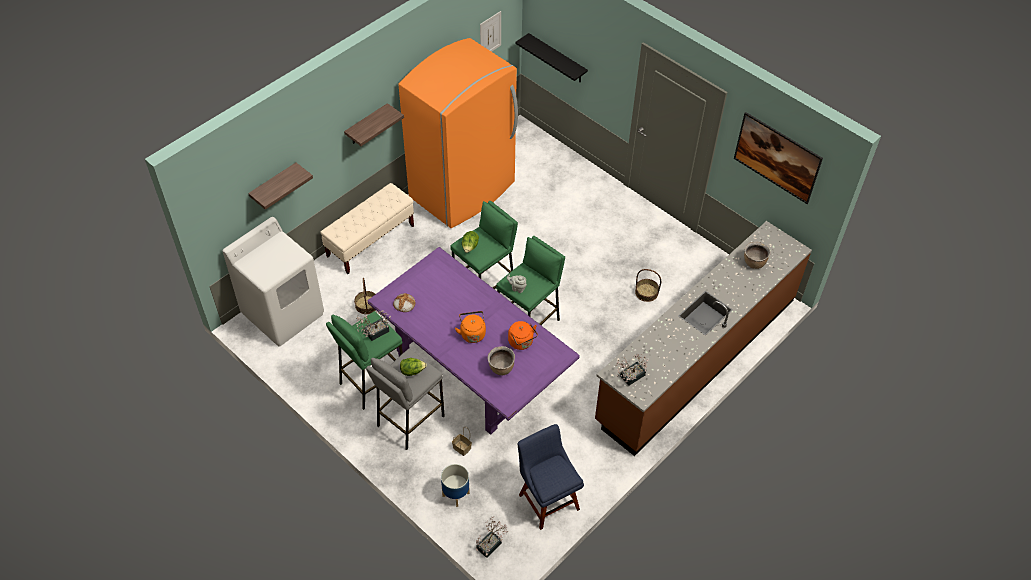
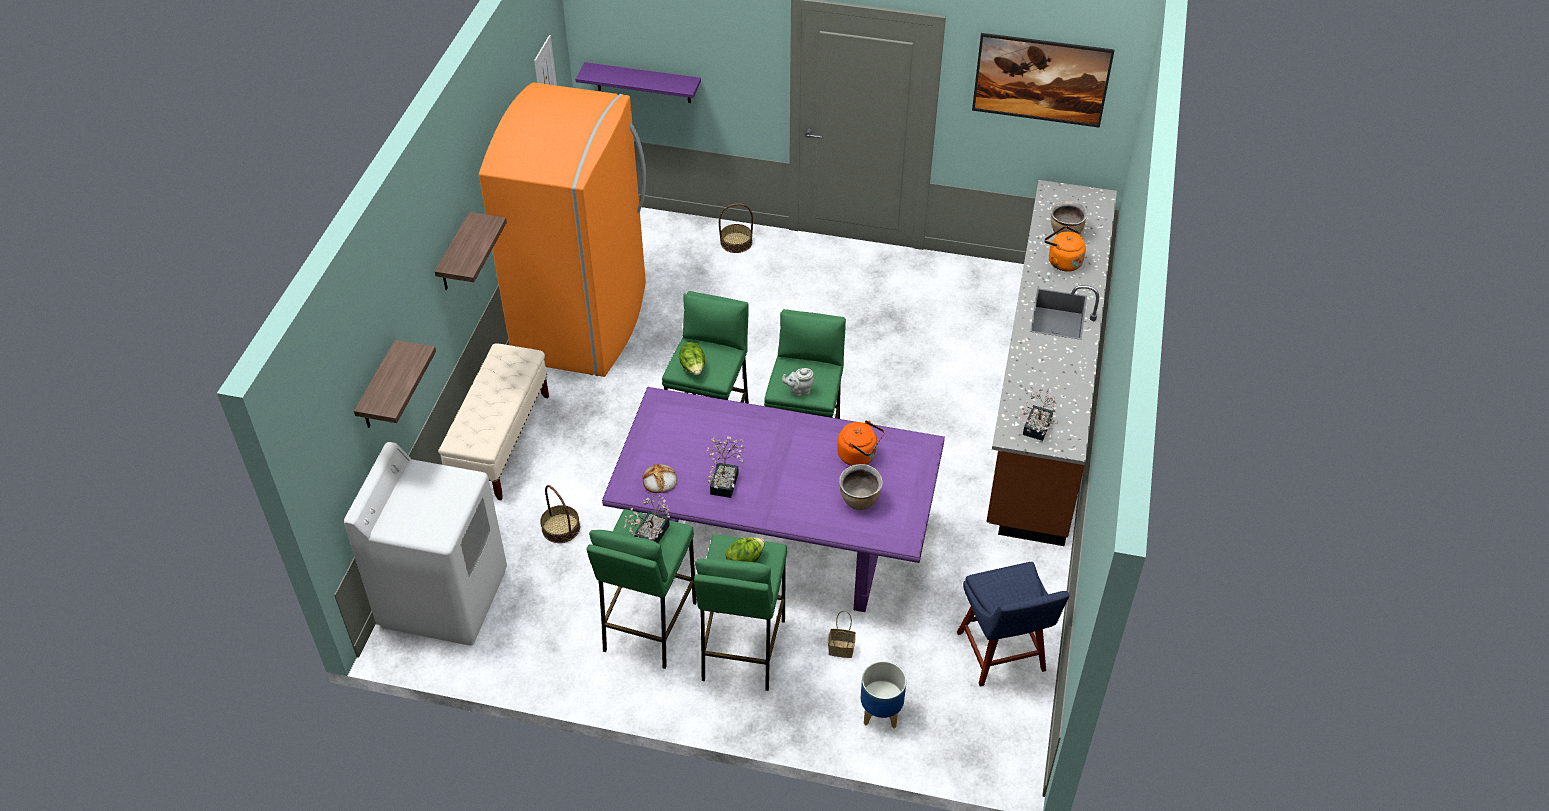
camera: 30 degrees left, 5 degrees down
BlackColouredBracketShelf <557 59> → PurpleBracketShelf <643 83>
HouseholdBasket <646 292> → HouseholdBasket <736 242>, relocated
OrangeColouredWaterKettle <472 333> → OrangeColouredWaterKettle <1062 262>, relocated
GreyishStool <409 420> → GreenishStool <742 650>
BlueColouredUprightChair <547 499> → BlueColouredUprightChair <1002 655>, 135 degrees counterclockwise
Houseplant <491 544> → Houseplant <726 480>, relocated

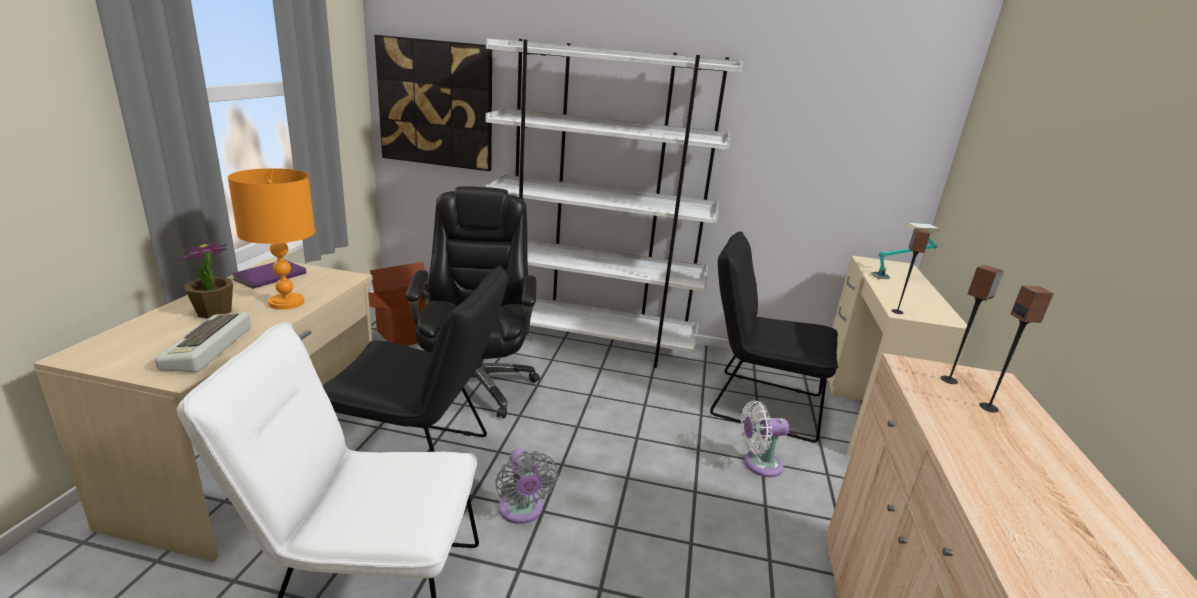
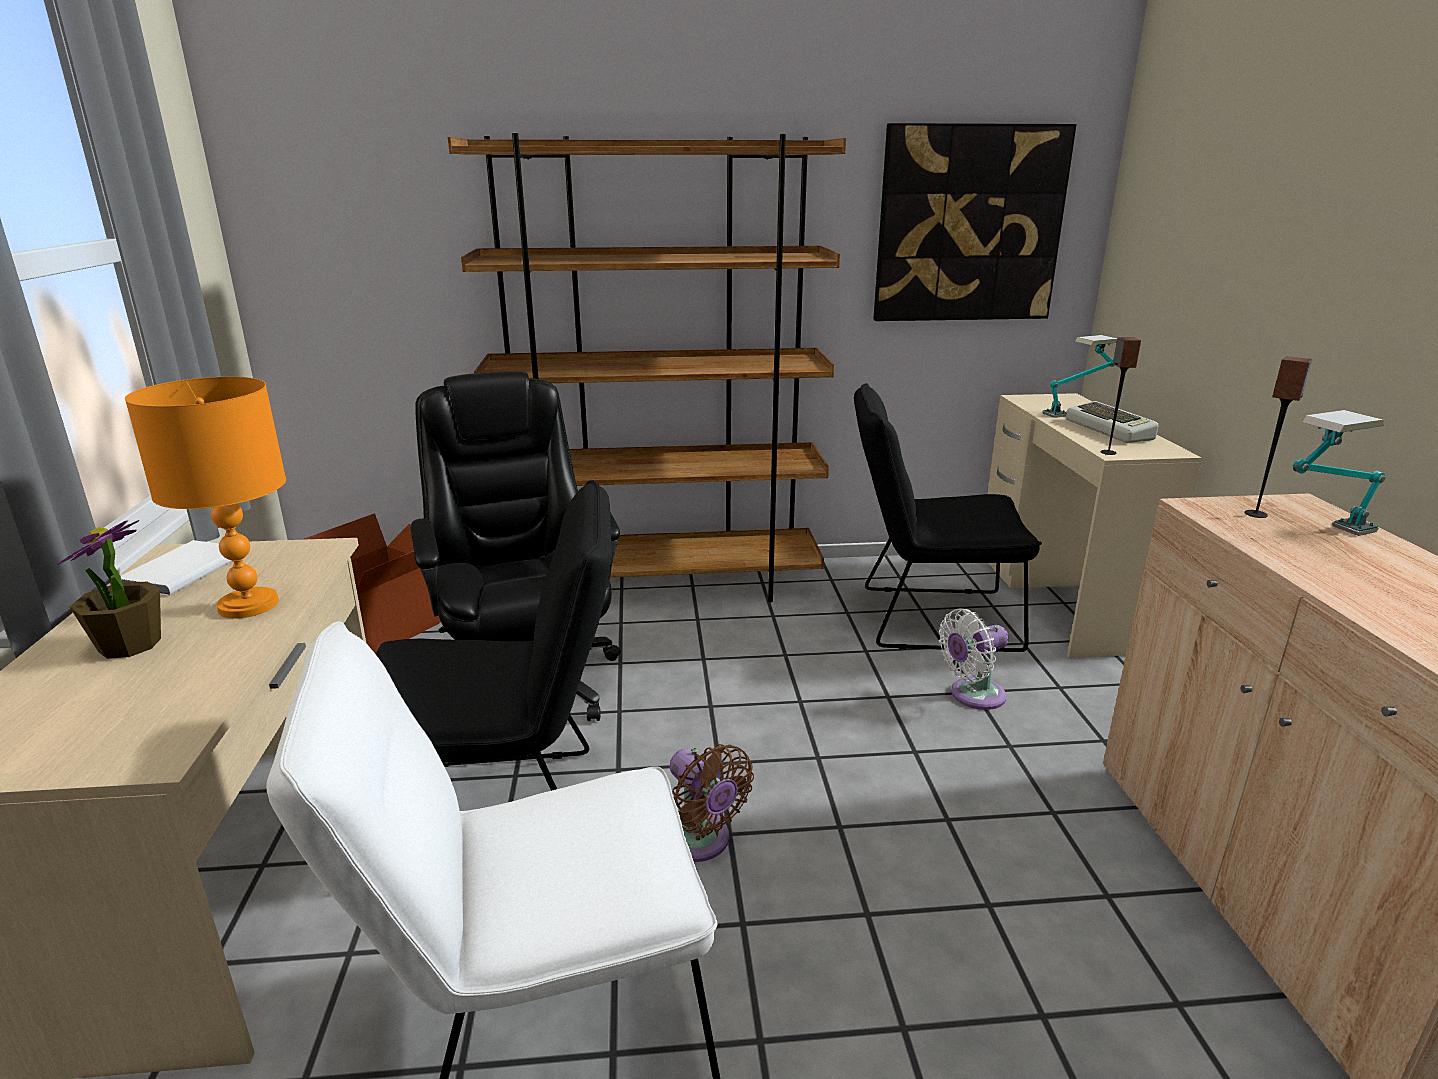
camera: 15 degrees left, 0 degrees up
WallPicture <436 104> → WallPicture <969 225>, relocated
WhiteColouredBookshelf <591 342> → BrownishBookshelf <663 586>
PurpleVolume <268 276> → WhiteColouredVolume <180 572>
Loudspeaker <989 407> → TabletopLamp <1322 535>
PcKeyboard <210 348> → PcKeyboard <1111 430>, relocated
GreyishCoolingFan <521 511> → BrownishCoolingFan <700 842>

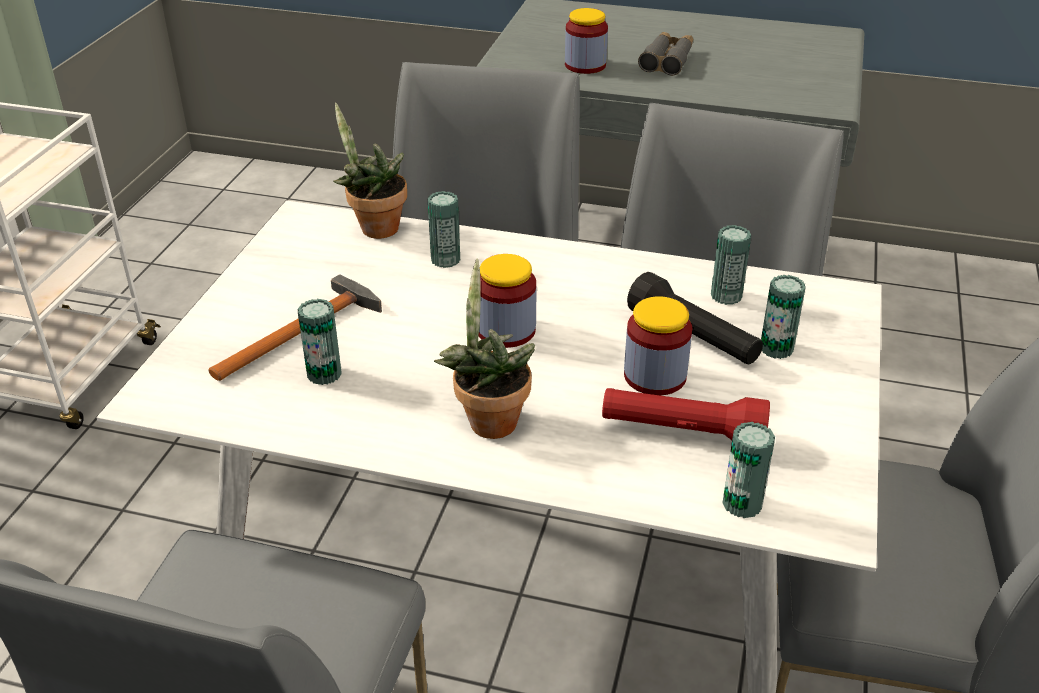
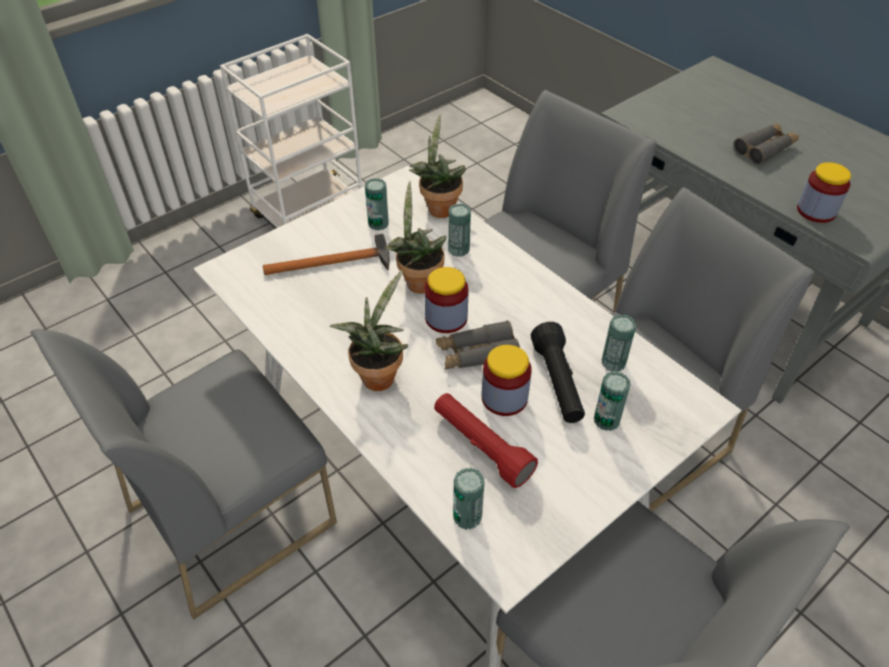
camera: 35 degrees right, 10 degrees up
PreserveJar <585 65> → PreserveJar <816 211>, relocated
Can <324 374> → Can <378 223>, relocated
- → Houseplant <418 281>
- → GreyishPairOfBinoculars <477 354>

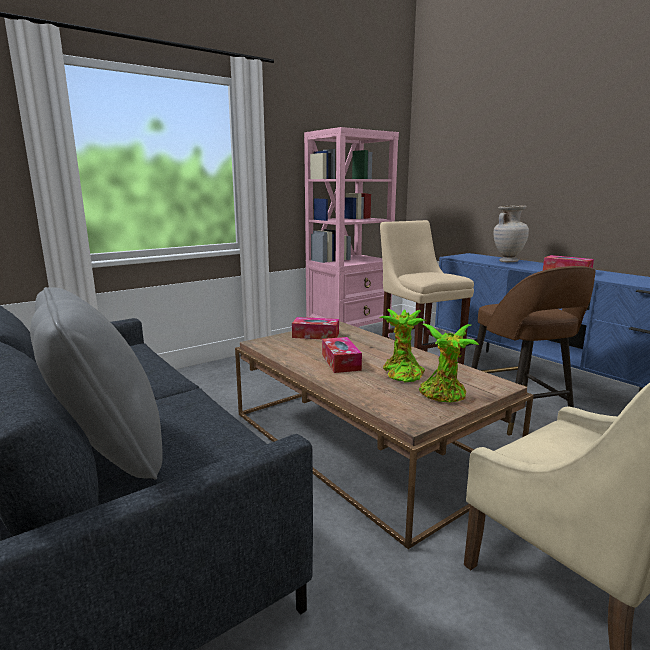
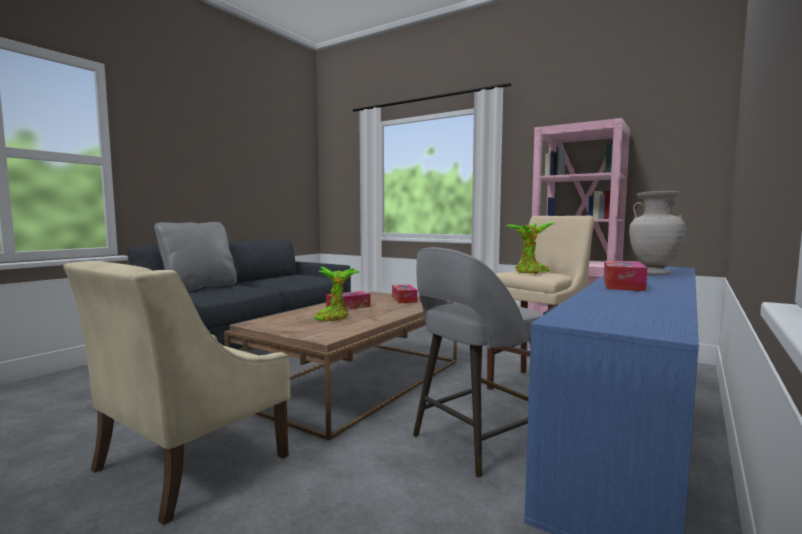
camera: 70 degrees right, 10 degrees down
BrownishStool <519 414> → GreyishStool <474 441>
Houseplant <444 396> → Houseplant <530 272>, relocated

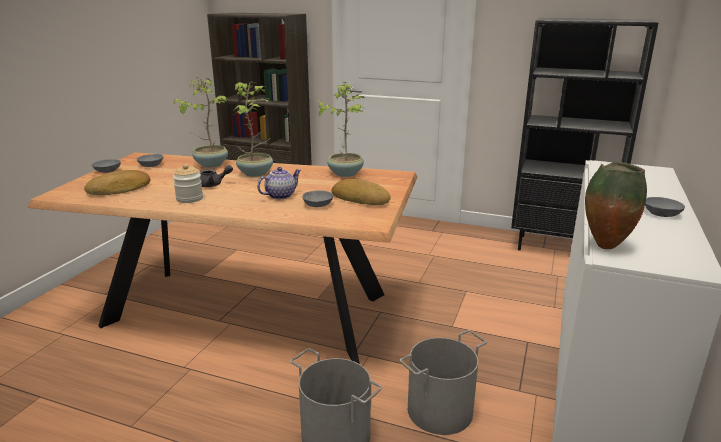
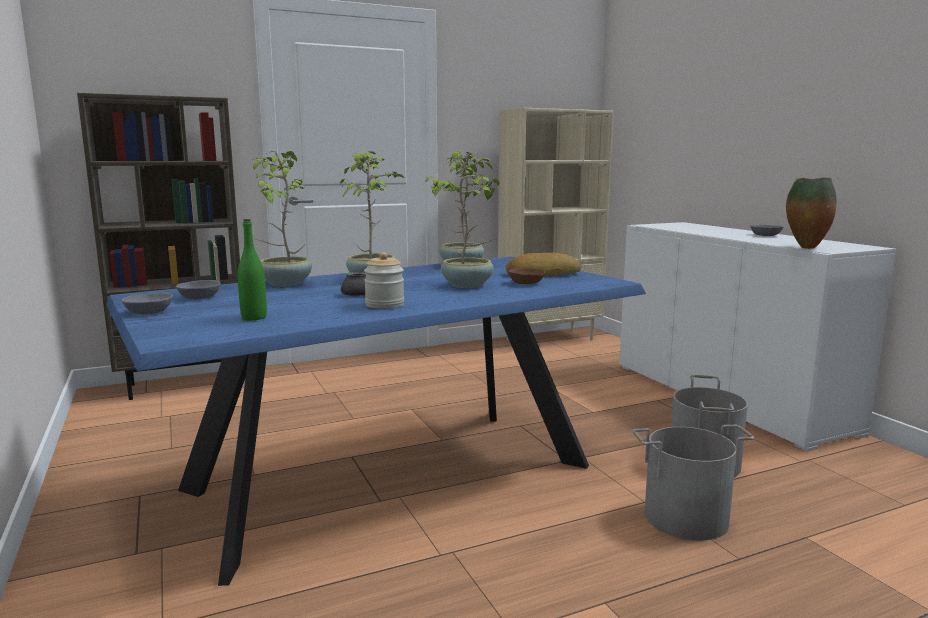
camera: 45 degrees left, 10 degrees down
BlackColouredBookshelf <559 248> → SandColouredBookshelf <549 339>
BrownishDiningTable <248 310> → BlueColouredDiningTable <391 478>
TeaPot <280 195> → Houseplant <468 285>
BakedBread <120 189> → GreenishBeverageBottle <254 317>
GreyishBowl <318 205> → BrownishBowl <527 283>

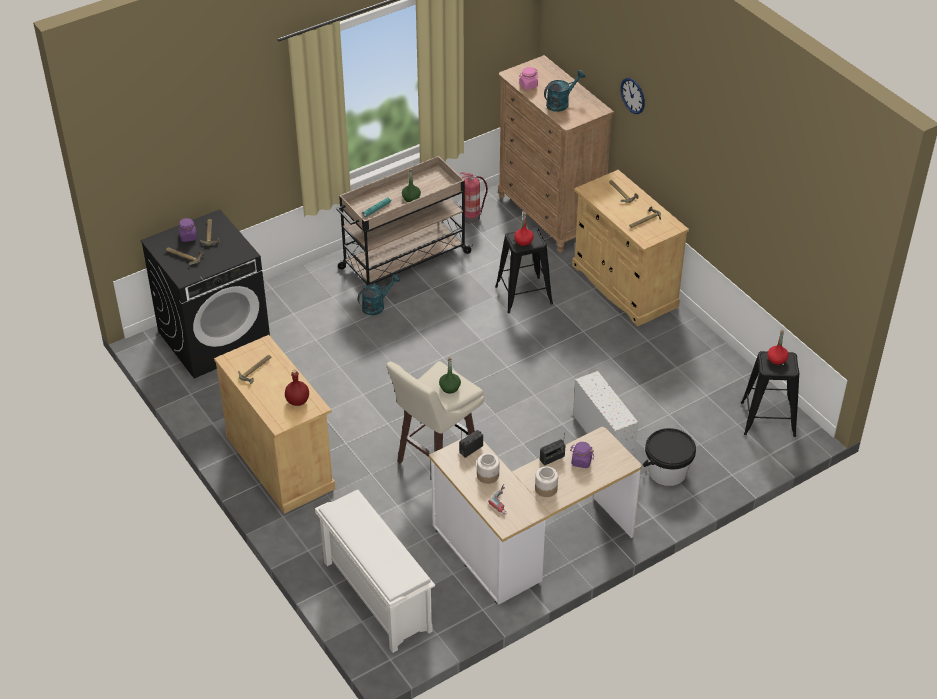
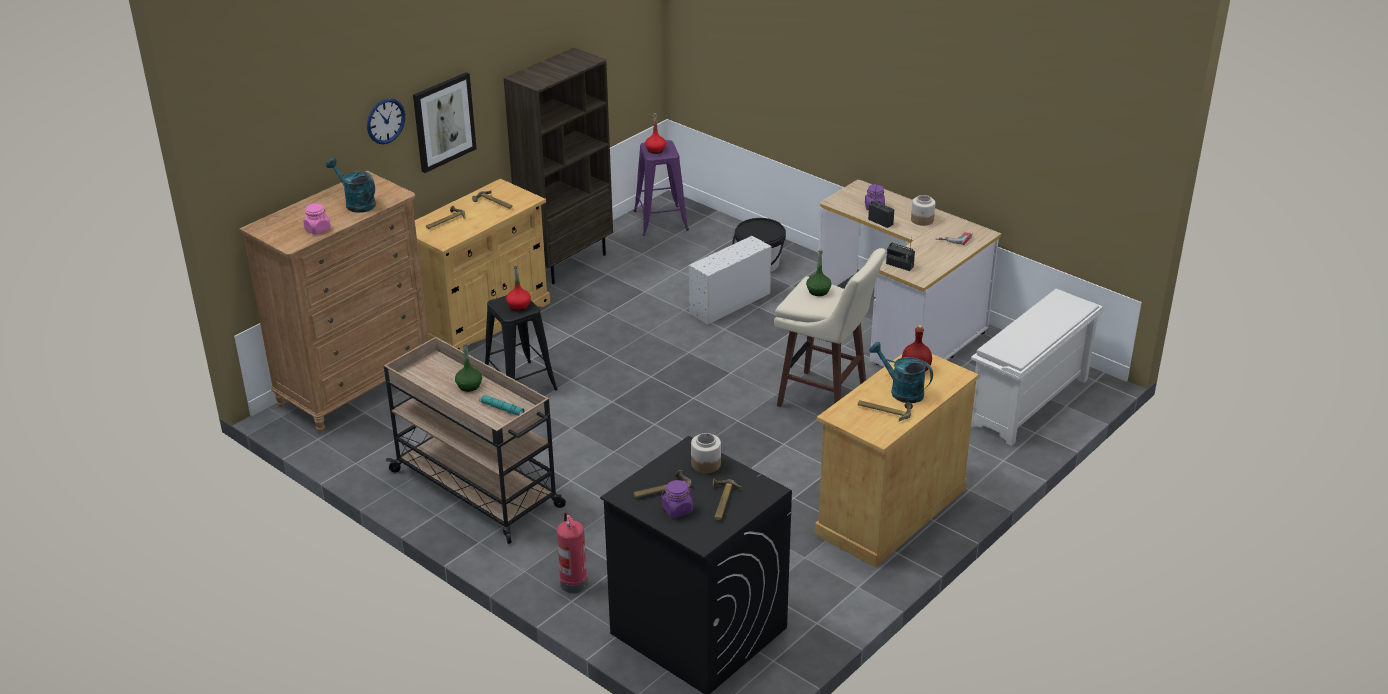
camera: 105 degrees left, 10 degrees down
FireExtinguisher <472 217> → FireExtinguisher <573 583>, relocated
TurquoiseSprinklingCan <377 306> → TurquoiseSprinklingCan <901 391>, relocated
BlackColouredStool <768 419> → PurpleStool <660 220>
PreserveJar <488 475> → PreserveJar <706 464>, relocated
- → BrownishBookshelf <566 262>
- → WallPicture <443 121>

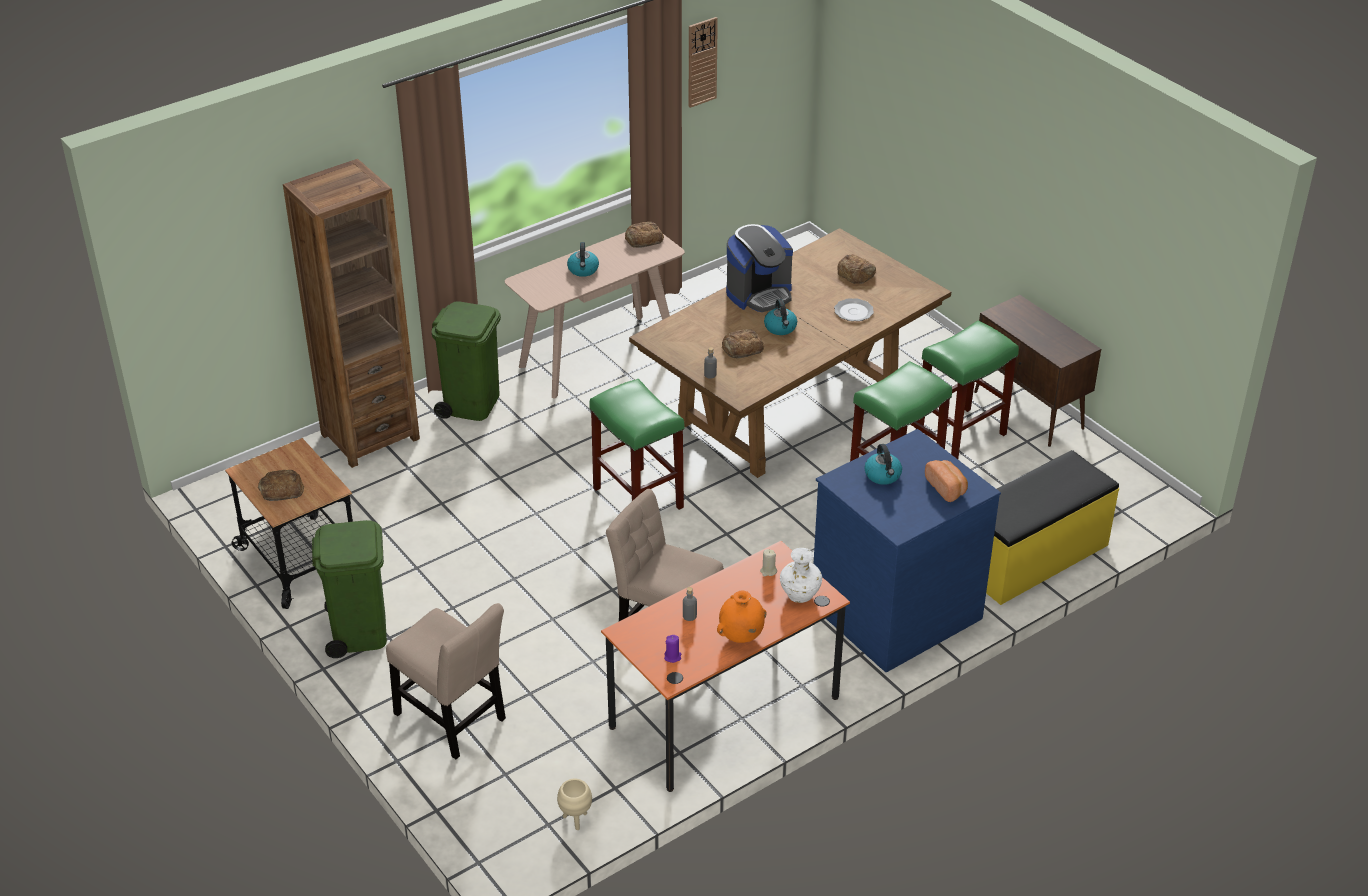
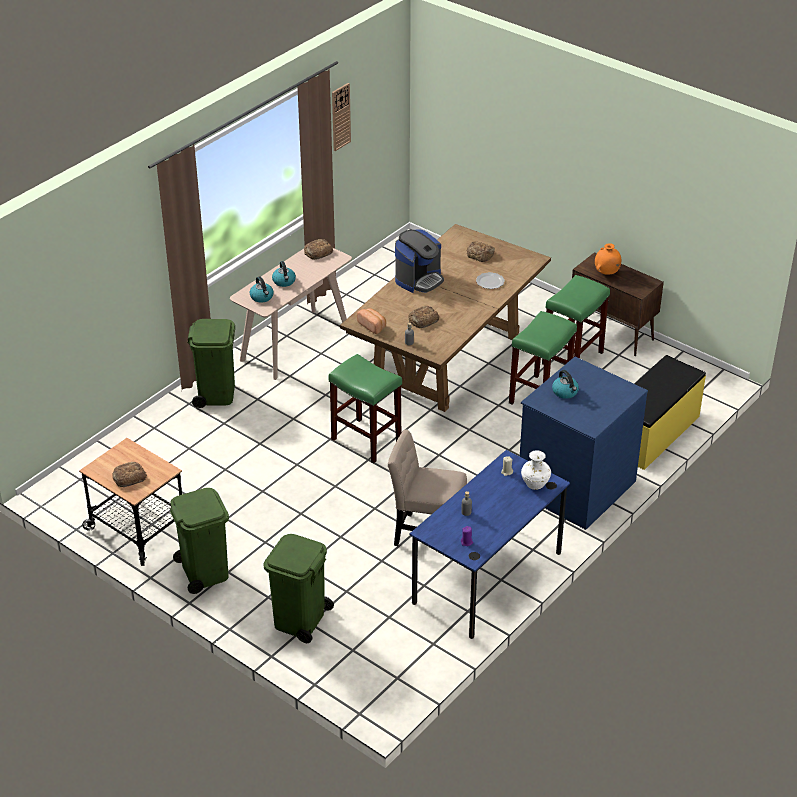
camera: 15 degrees left, 0 degrees up
BrownishBookshelf <370 436> → -
WaterKettle <780 328> → WaterKettle <262 297>, relocated
BakedBread <947 488> → BakedBread <372 326>, relocated
OrangeColouredDeskTable <724 712> → BlueColouredDeskTable <487 577>
OrangeColouredFlowerVase <741 637> → OrangeColouredFlowerVase <606 273>, relocated
SandColouredUprightChair <453 720> → GreenishWasteBin <299 620>
SandColouredFlowerPot <575 819> → -

